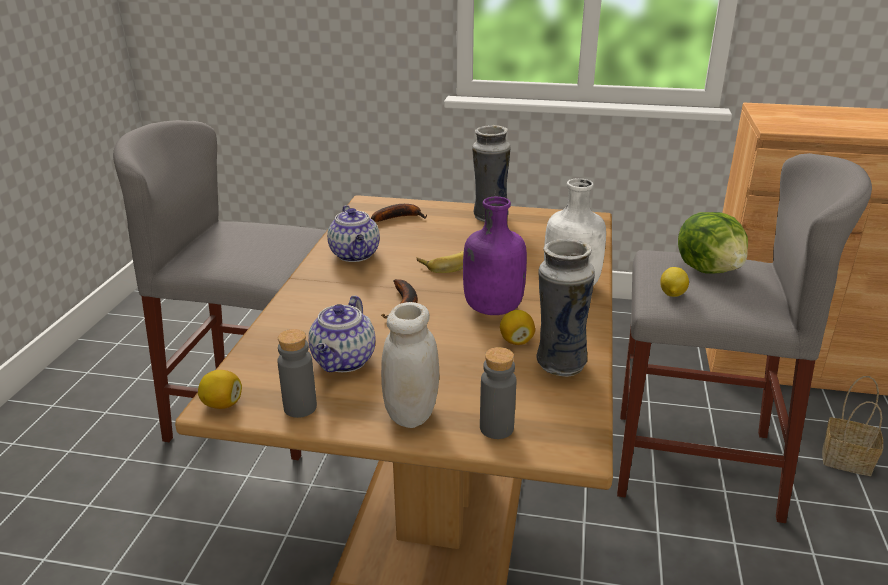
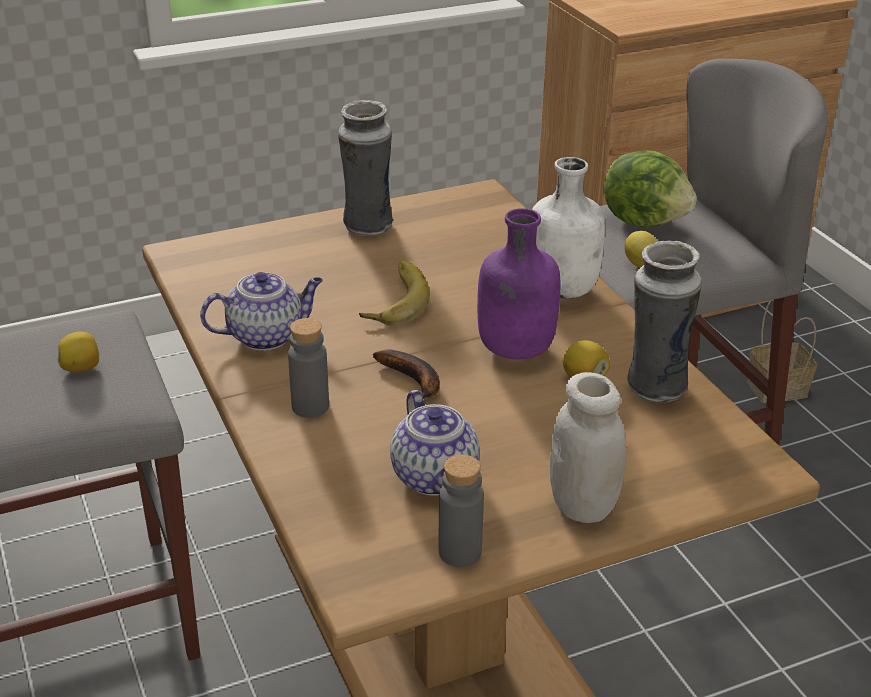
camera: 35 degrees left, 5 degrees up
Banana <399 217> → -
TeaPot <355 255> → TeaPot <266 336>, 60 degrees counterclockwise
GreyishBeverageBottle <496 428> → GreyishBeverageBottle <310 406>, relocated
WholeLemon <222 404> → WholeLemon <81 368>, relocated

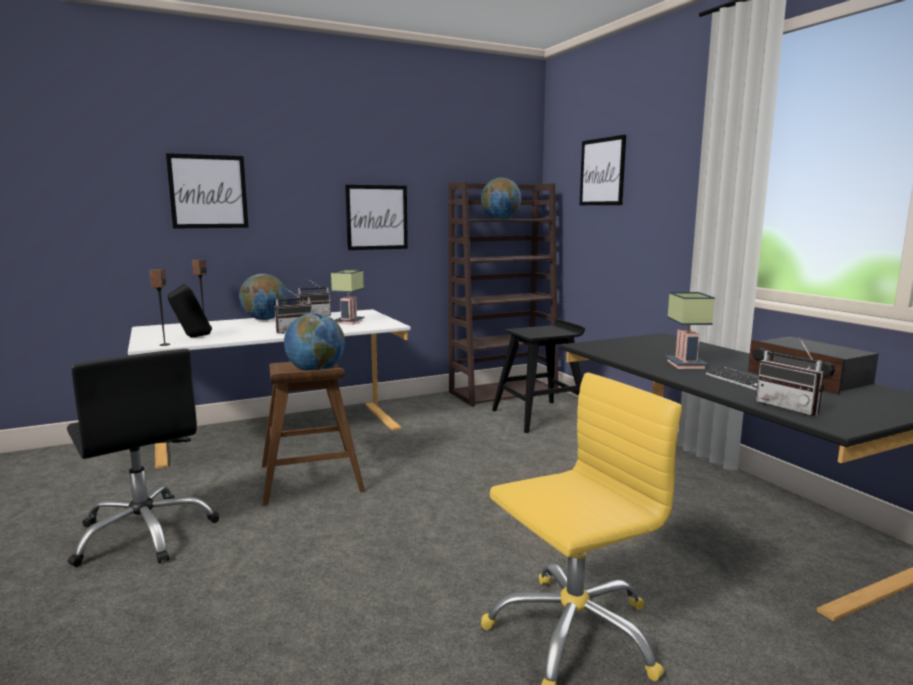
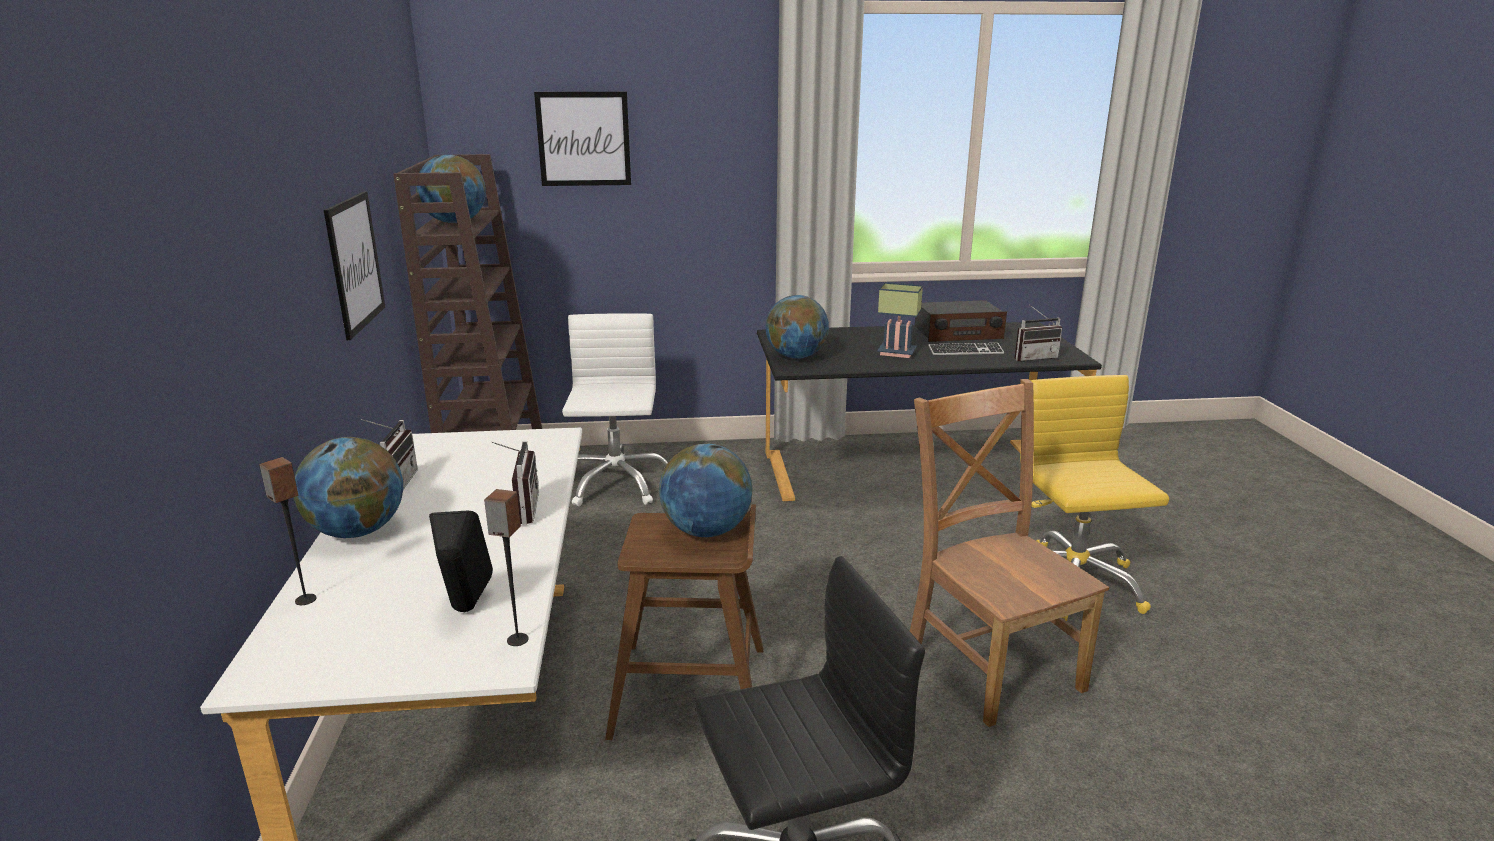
camera: 70 degrees left, 10 degrees up
WallPicture <208 191> → -
TabletopLamp <348 322> → -
BlackColouredStool <541 416> → WhiteColouredDeskChair <616 482>
- → Globe <796 357>
- → BrownishUprightChair <990 664>

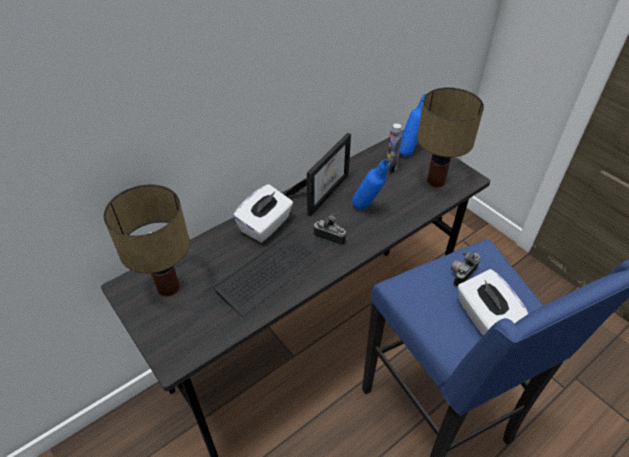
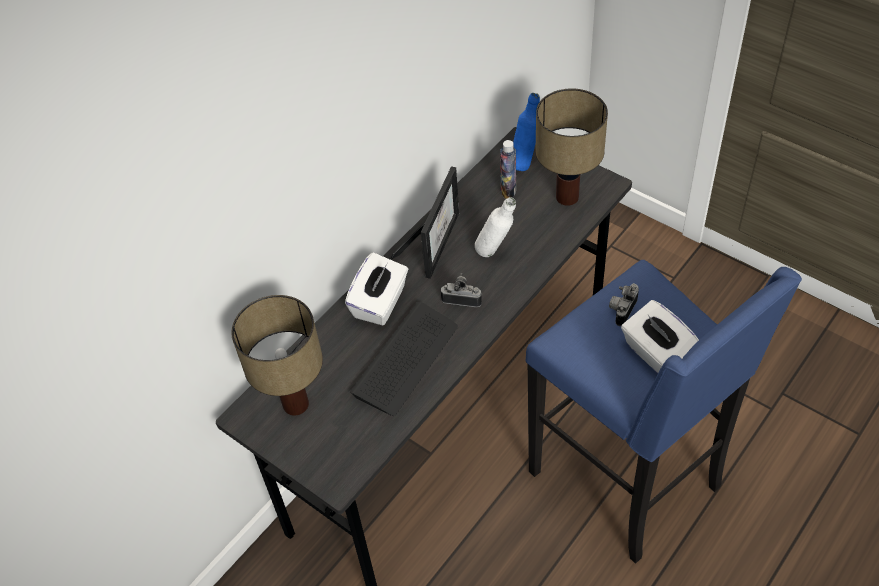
camera: 10 degrees left, 5 degrees up
BlueColouredBeverageBottle <367 209> → WhiteColouredBeverageBottle <495 254>

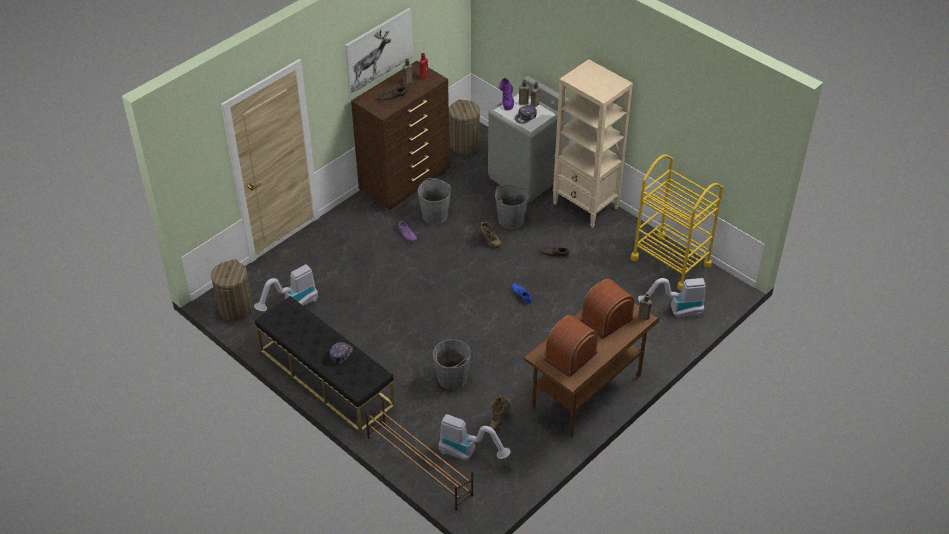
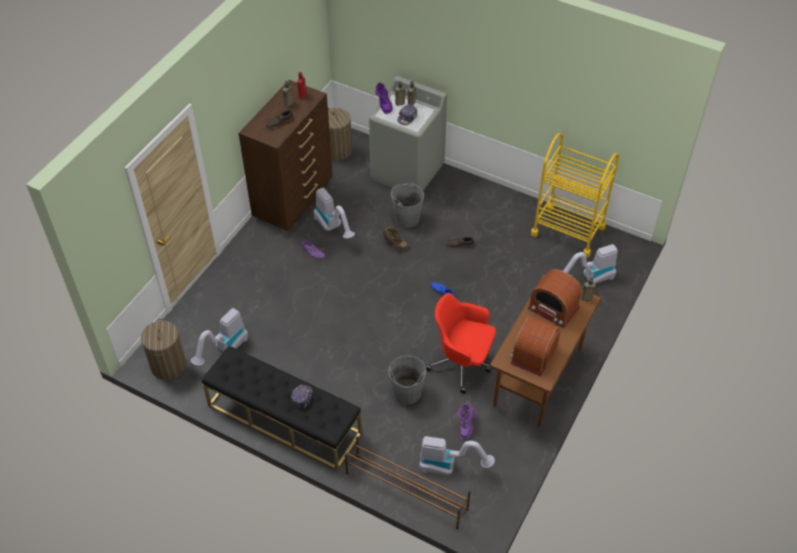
camera: 15 degrees left, 5 degrees up
WallPicture <379 50> → -
SandColouredBookshelf <586 206> → -
GreyishWaterBucket <435 215> → Vacuum <333 227>
RadioSet <606 319> → RadioSet <553 308>, 90 degrees counterclockwise
BrownishBoot <499 421> → PurpleBoot <466 426>
- → RedColouredDeskChair <462 363>

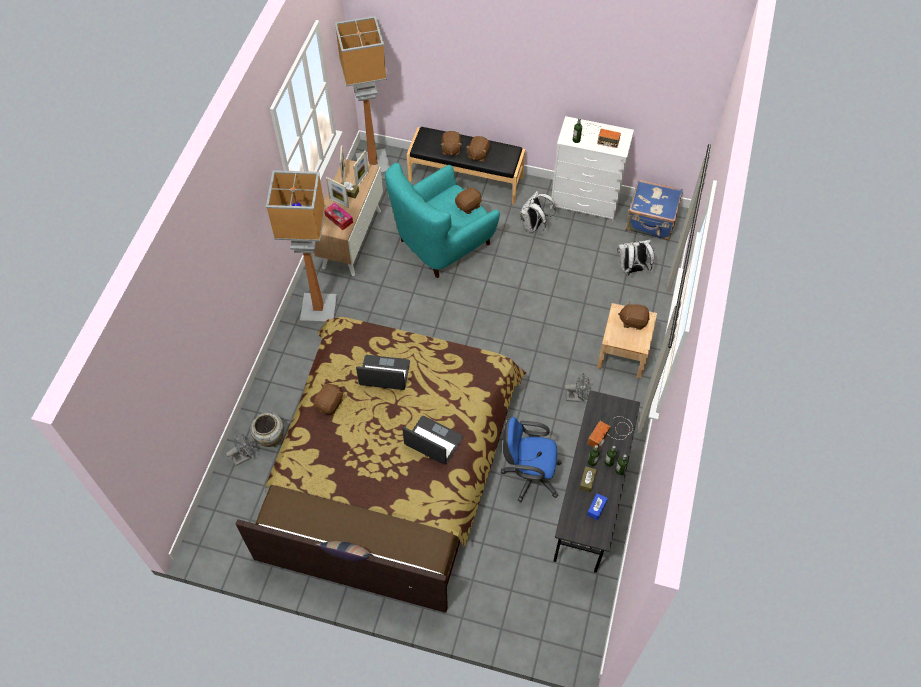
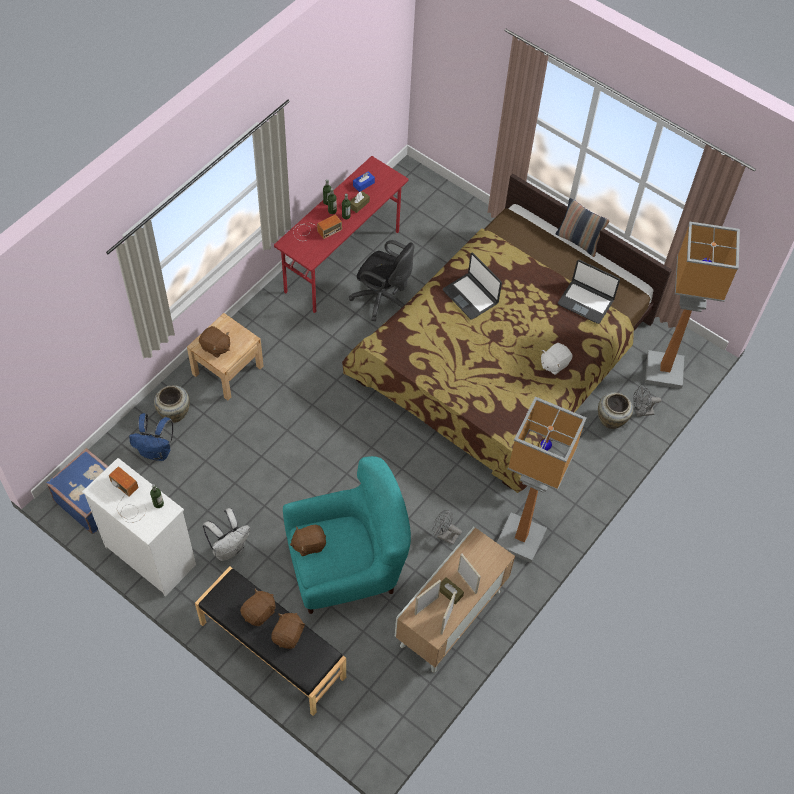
camera: 160 degrees left, 0 degrees up
StandingLamp <373 164> → StandingLamp <663 371>, relocated
BoxOfTissues <339 219> → -
WhiteColouredBackpack <632 269> → BlueColouredBackpack <157 451>
NotebookComputer <384 374> → NotebookComputer <585 302>, relocated
GreyishCoolingFan <577 397> → GreyishCoolingFan <444 535>, relocated
BrownishSoftToy <330 404> → WhiteColouredSoftToy <554 364>
GreyishDeskTable <590 502> → RedColouredDeskTable <342 261>
BlueColouredDeskChair <528 475> → BlackColouredDeskChair <383 299>
- → SandColouredFlowerVase <174 412>

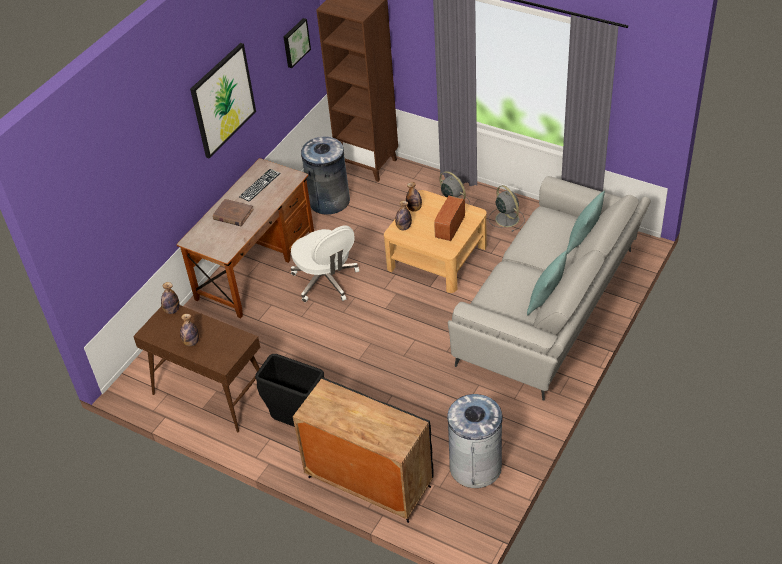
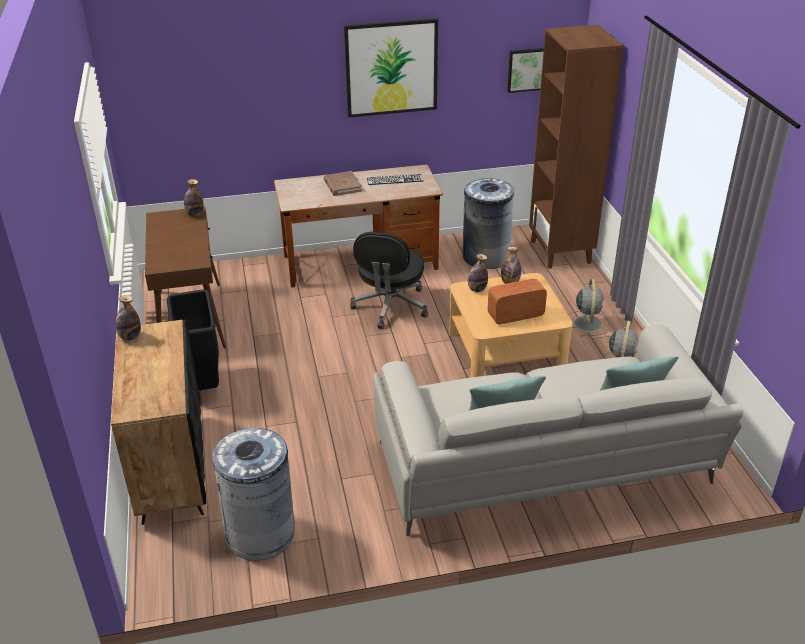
camera: 45 degrees right, 10 degrees down
WhiteColouredDeskChair <326 281> → BlackColouredDeskChair <390 307>
BeverageBottle <191 342> → BeverageBottle <130 337>, relocated

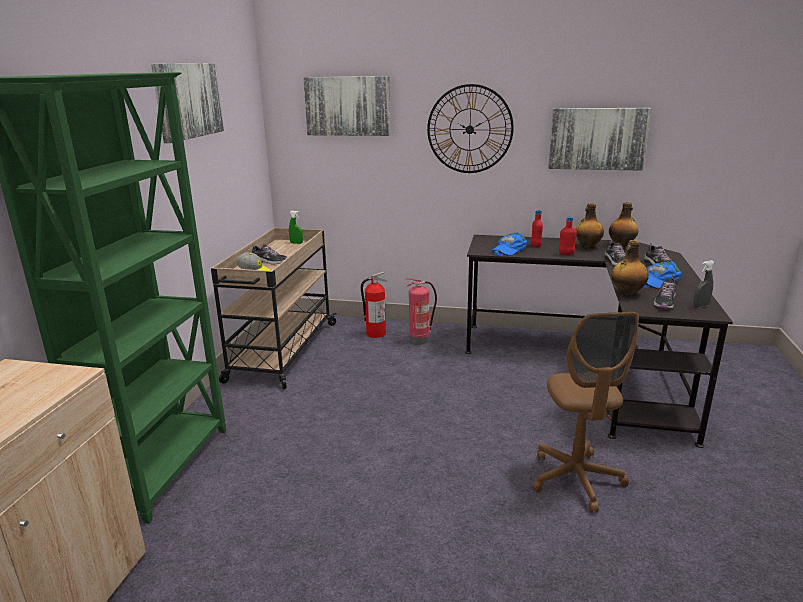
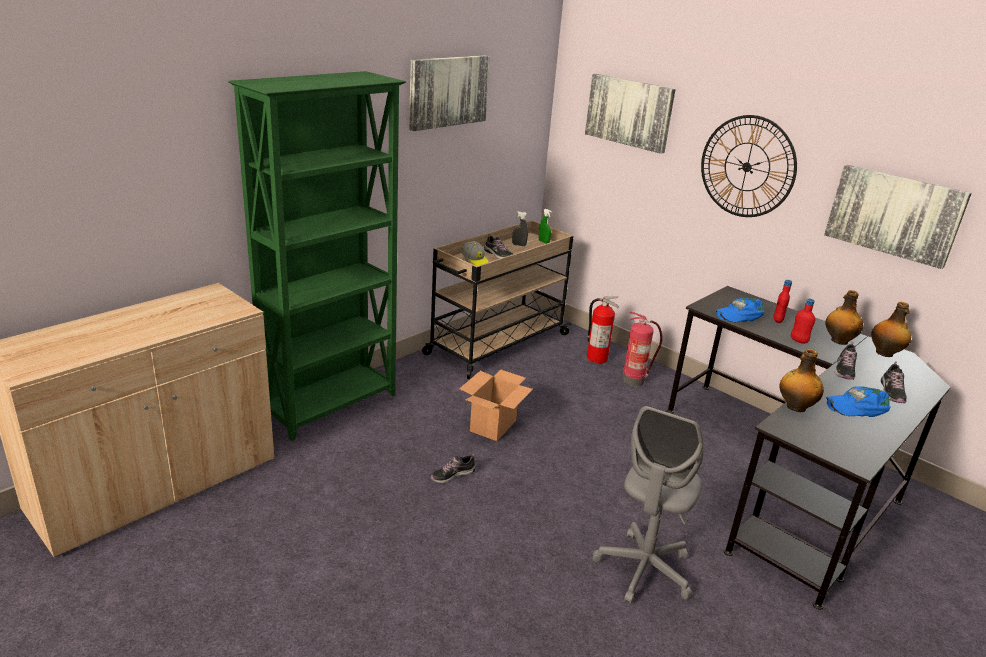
camera: 30 degrees right, 5 degrees up
GreyishHandSprayer <700 306> → GreyishHandSprayer <519 245>, relocated
LowShoe <665 302> → LowShoe <452 475>, relocated
BrownishDeskChair <576 479> → GreyishDeskChair <643 570>
- → CardboardBox <493 425>

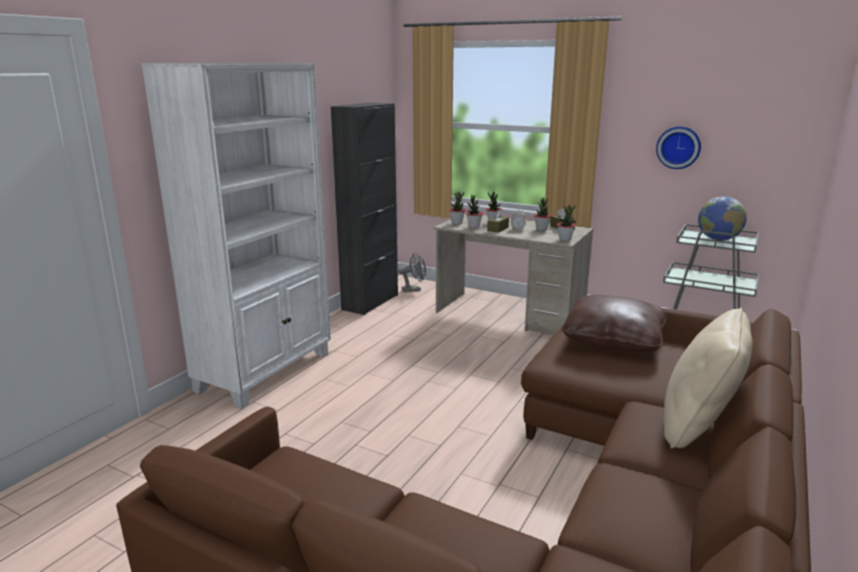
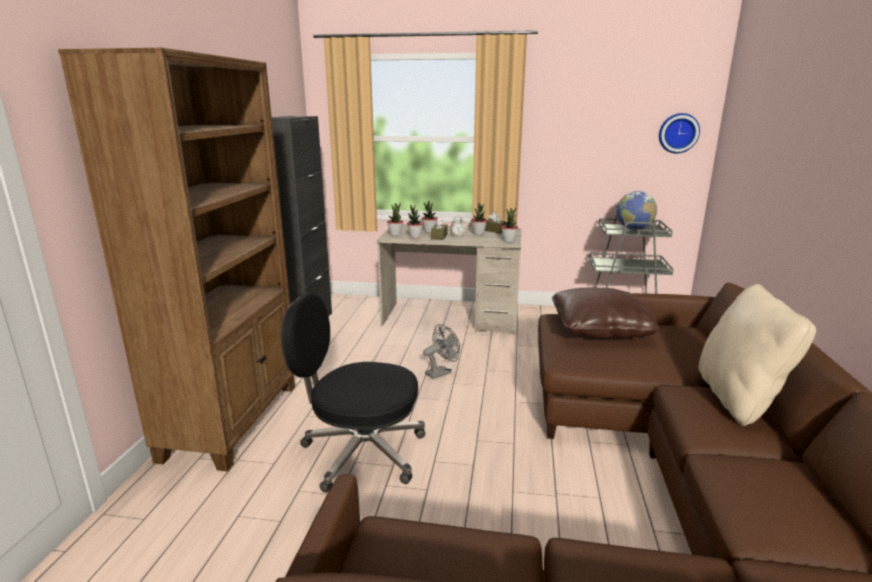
camera: 20 degrees left, 0 degrees up
WhiteColouredBookshelf <266 371> → BrownishBookshelf <234 420>
WallClock <678 147> → WallClock <678 133>, relocated
GreyishCoolingFan <414 289> → GreyishCoolingFan <441 372>, relocated
- → BlackColouredDeskChair <361 452>

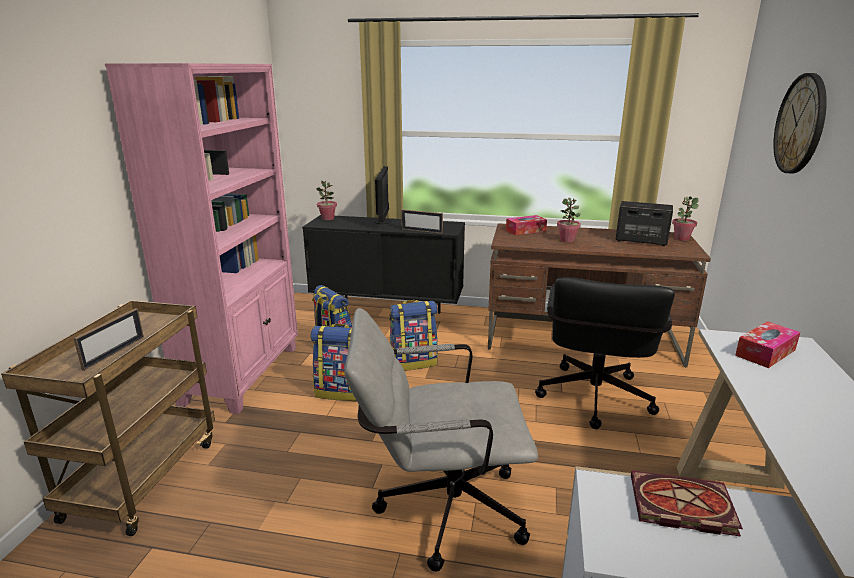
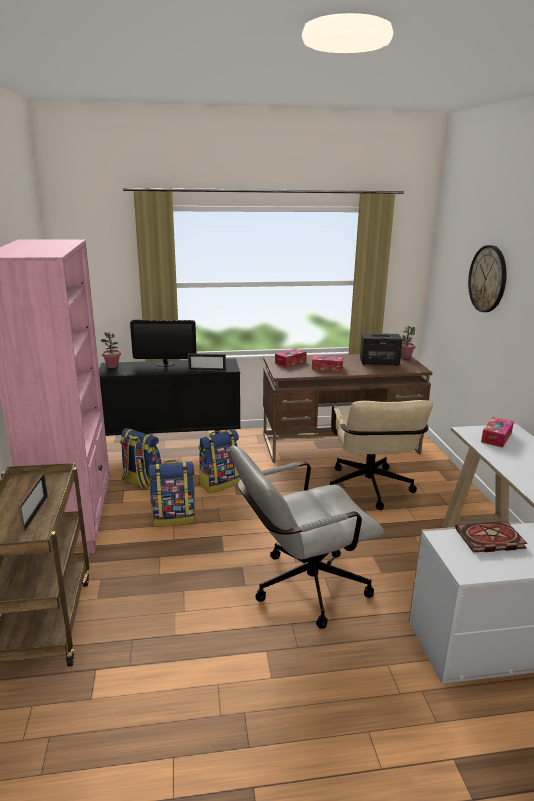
camera: 20 degrees left, 0 degrees up
ComputerScreen <383 221> → ComputerScreen <165 364>, 105 degrees clockwise
Houseplant <567 240> → BoxOfTissues <327 367>
BlackColouredDeskChair <593 402> → SandColouredDeskChair <370 491>

